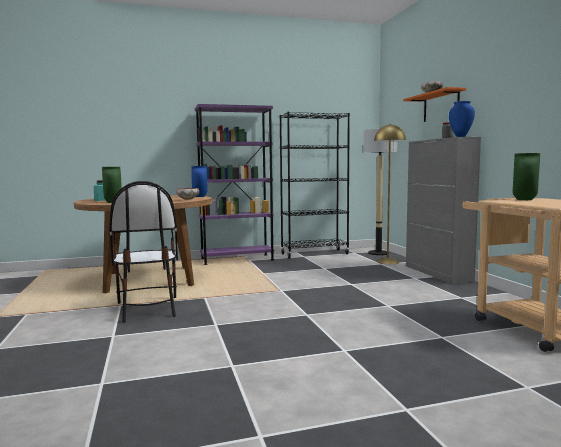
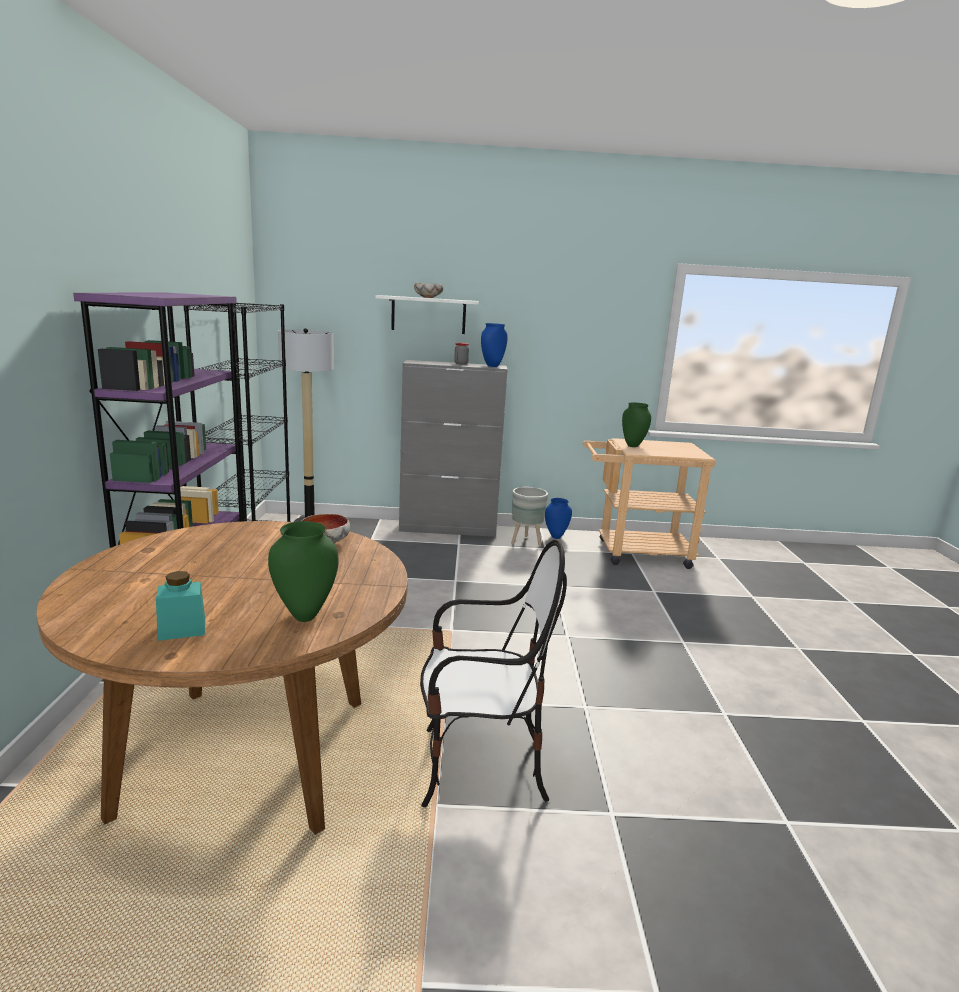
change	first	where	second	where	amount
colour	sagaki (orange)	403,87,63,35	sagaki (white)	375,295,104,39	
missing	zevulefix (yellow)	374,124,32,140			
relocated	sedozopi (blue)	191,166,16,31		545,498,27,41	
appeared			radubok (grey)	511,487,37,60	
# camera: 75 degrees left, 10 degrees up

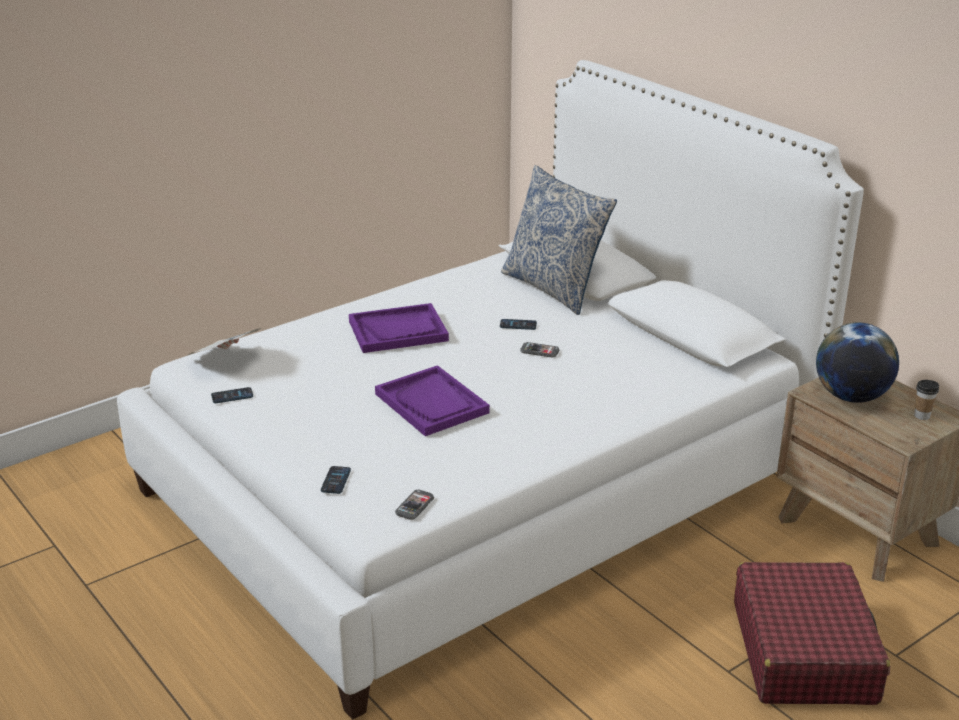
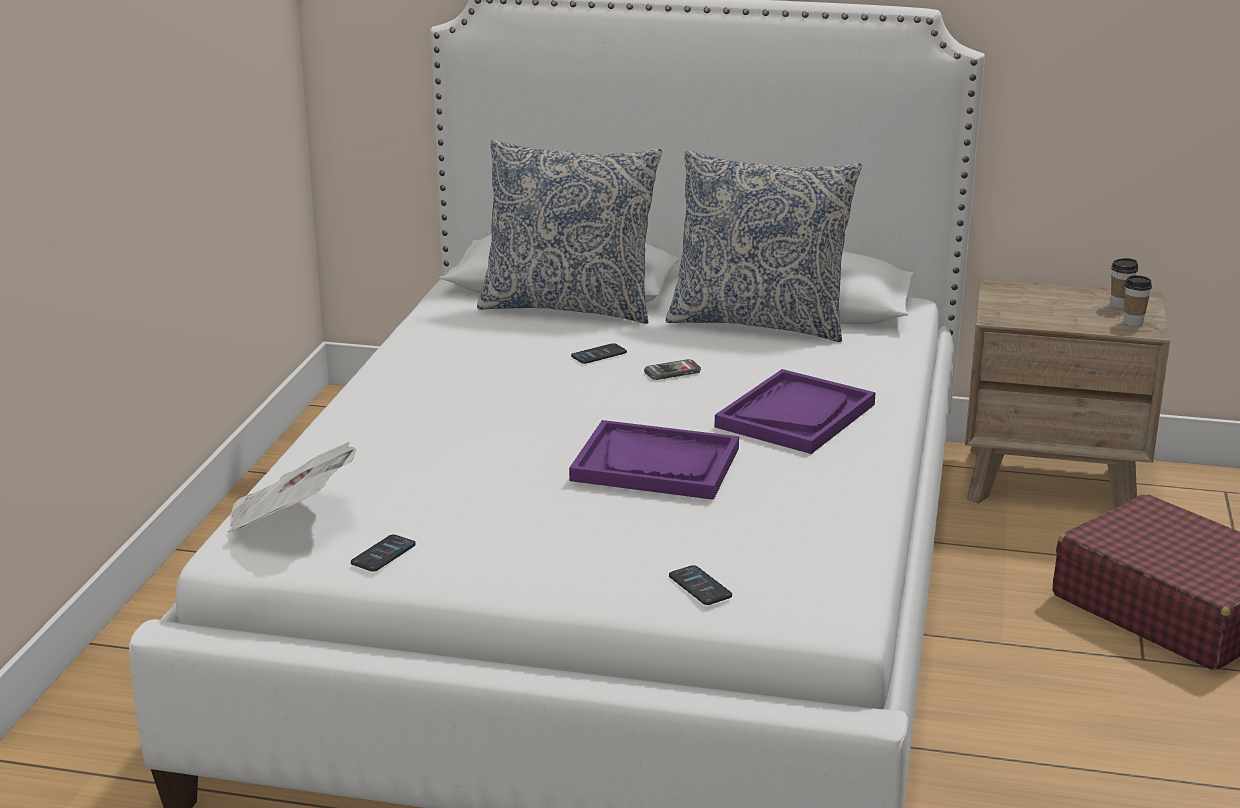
change	first	where	second	where	amount
relocated	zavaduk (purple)	349,303,100,50		715,369,161,85	
missing	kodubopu	816,322,83,81			
missing	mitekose	395,490,39,30			
appeared			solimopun	666,151,196,191	
appeared			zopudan	1124,275,28,51	
# camera: 40 degrees left, 5 degrees down

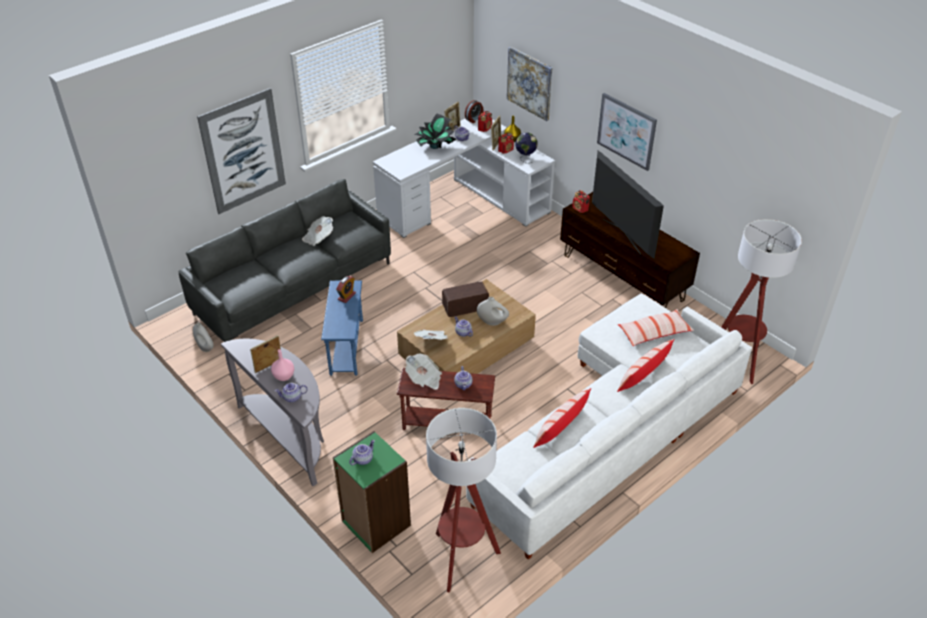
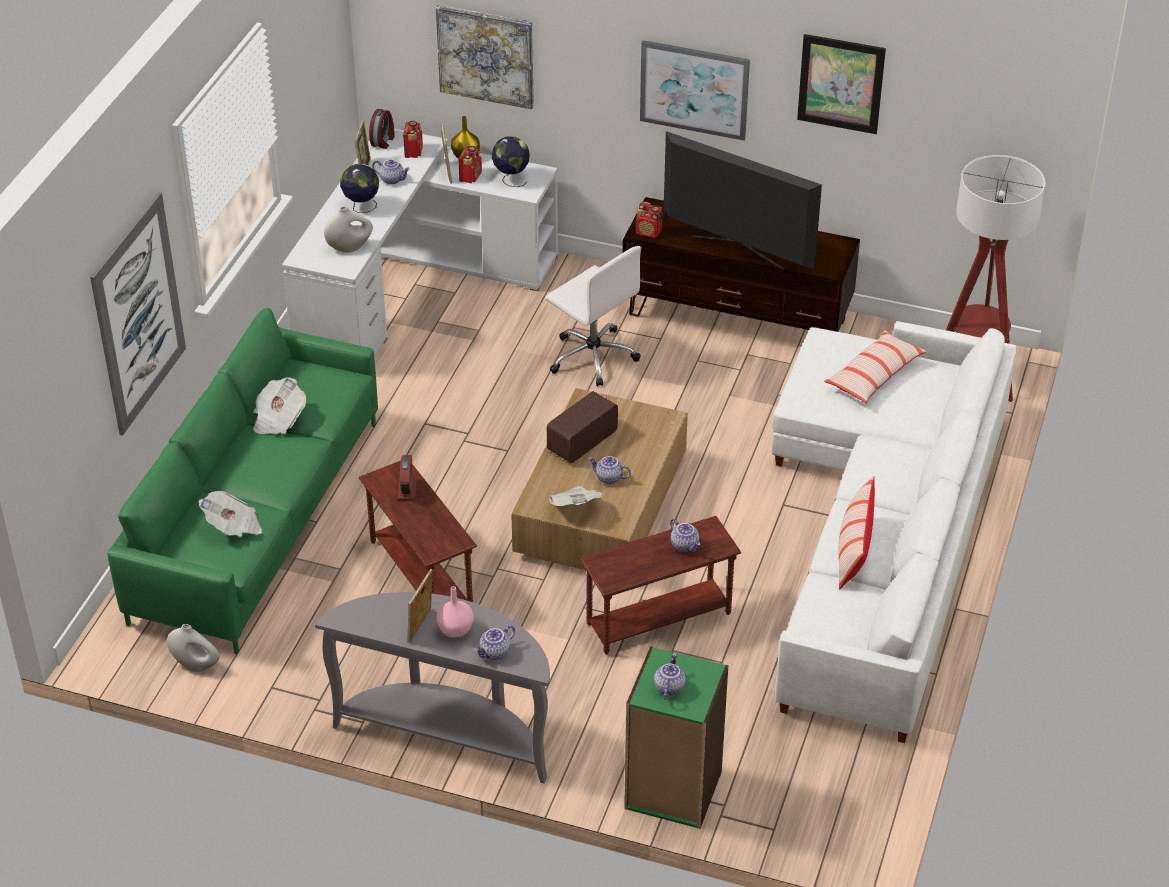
change	first	where	second	where	amount
exchanged	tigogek	415,113,41,36	kodubopu	340,164,39,49	
colour	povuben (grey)	179,179,212,163	povuben (green)	107,308,271,346	
colour	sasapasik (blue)	321,280,42,96	sasapasik (brown)	359,461,118,141	
relocated	sedozopi (white)	477,297,32,29		324,206,49,47	
missing	solimopun	617,339,57,53			
relocated	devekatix	405,354,37,36		199,491,63,46	
missing	zevulefix	426,408,75,184			
appeared			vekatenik	797,34,89,100	
appeared			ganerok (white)	545,246,97,141	
# camera: 30 degrees left, 0 degrees up

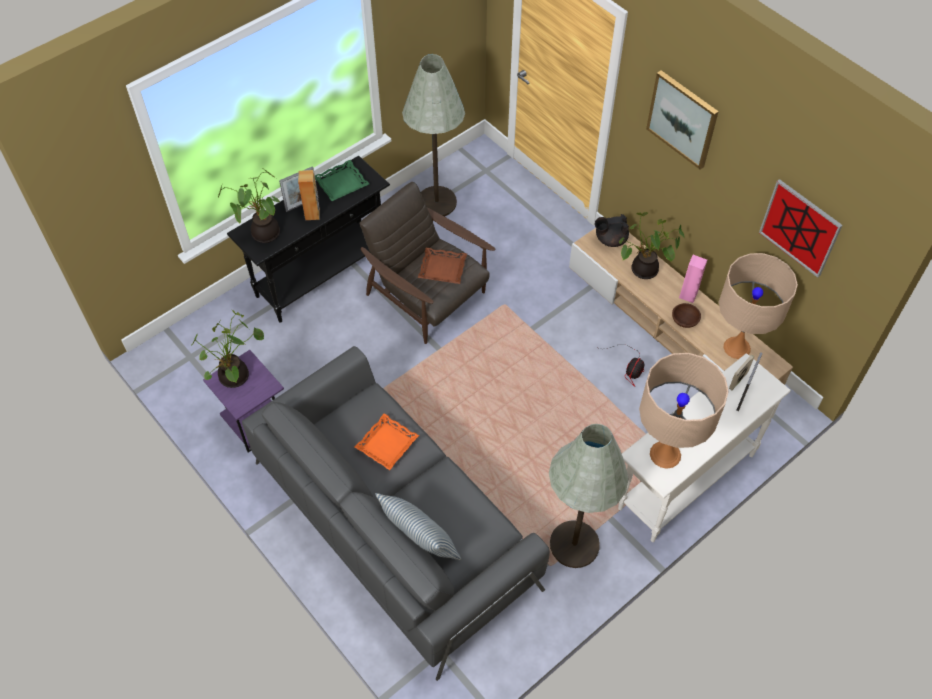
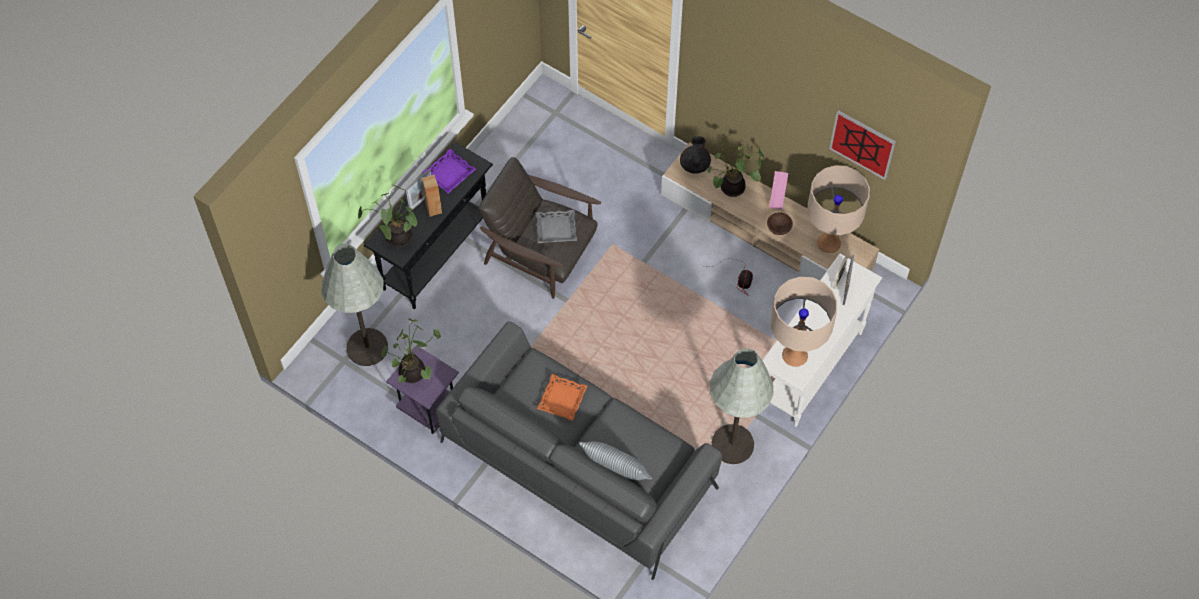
change	first	where	second	where	amount
relocated	zevulefix (grey)	402,54,63,163		321,244,67,122	
missing	vekatenik	646,70,73,100			
colour	zavaduk (green)	315,160,54,41	zavaduk (purple)	423,149,53,45	
spun	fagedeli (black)	595,214,34,33		680,136,31,38	135 degrees clockwise
colour	zavaduk (brown)	418,248,49,36	zavaduk (grey)	536,210,41,33	
# camera: 15 degrees left, 5 degrees up

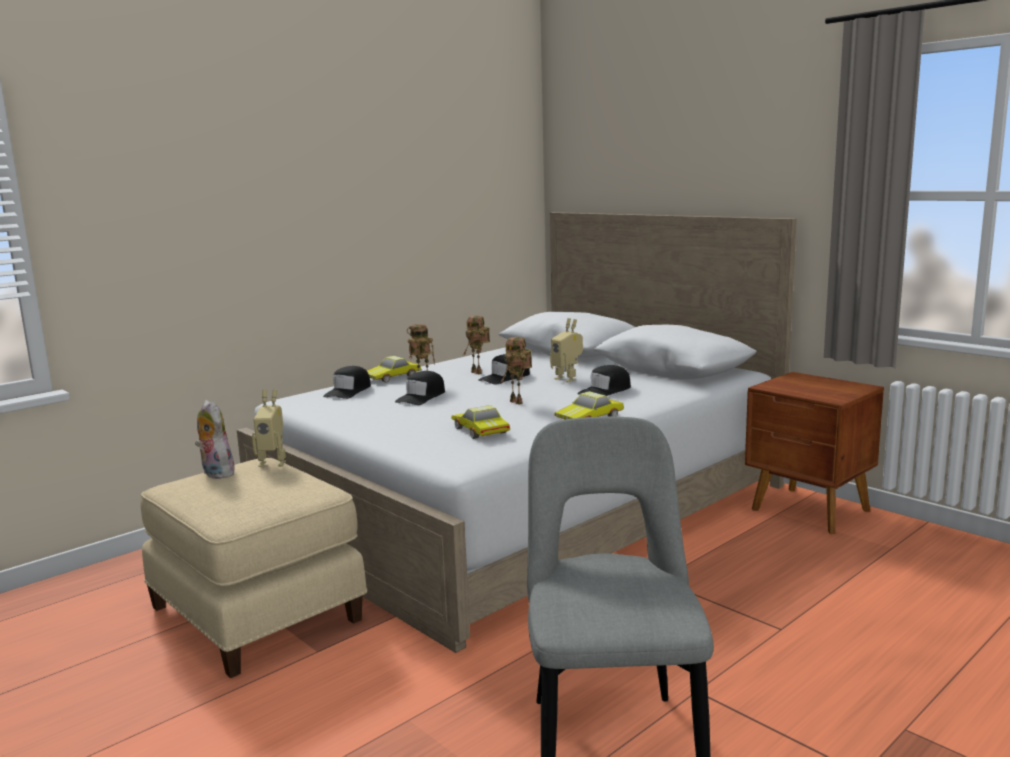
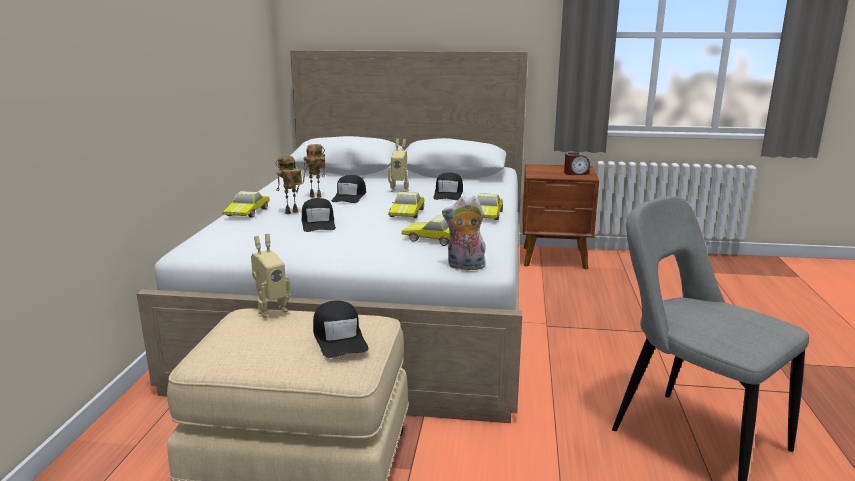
change	first	where	second	where	amount
exchanged	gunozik	501,337,31,67	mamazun	388,192,37,26	
relocated	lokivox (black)	323,366,48,33		313,301,55,57	
relocated	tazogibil	195,400,40,79		442,196,44,76	
appeared			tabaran	564,152,26,23	
# camera: 40 degrees left, 5 degrees up

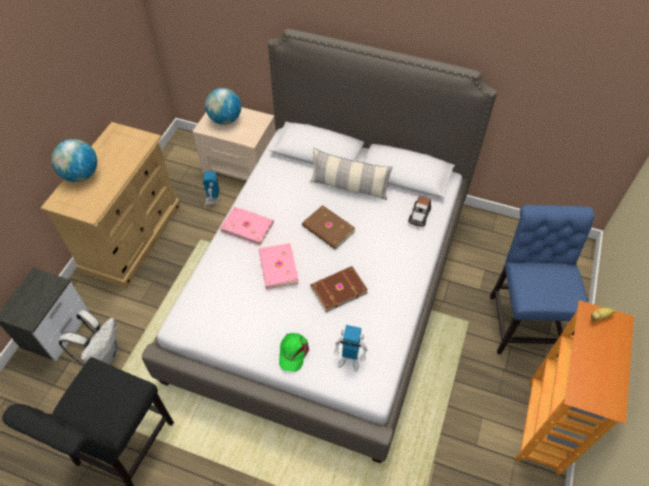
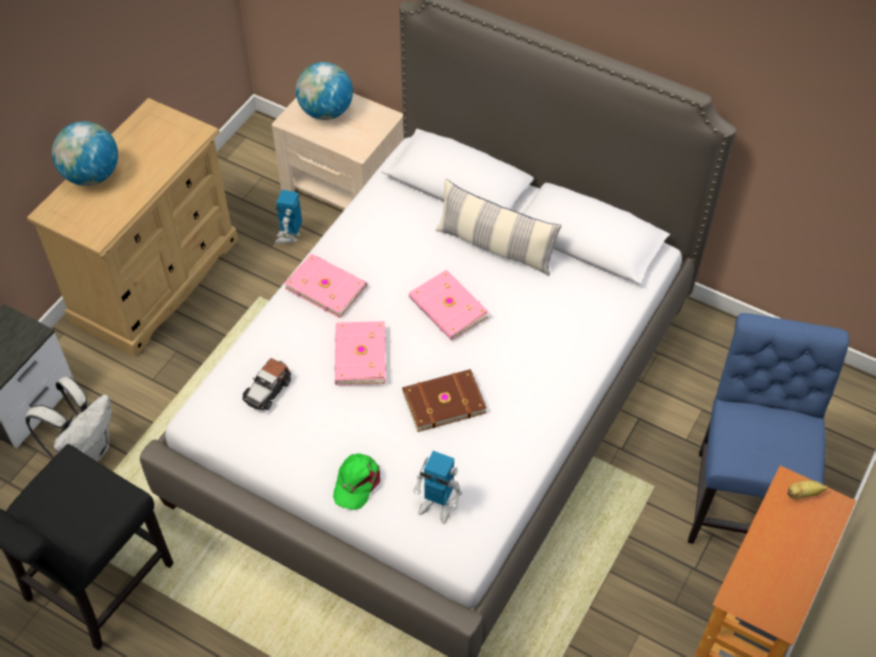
change	first	where	second	where	amount
relocated	mamazun	408,196,24,30		242,358,49,52	
colour	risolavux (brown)	302,205,53,44	risolavux (pink)	409,270,80,71	
# camera: 10 degrees right, 0 degrees up

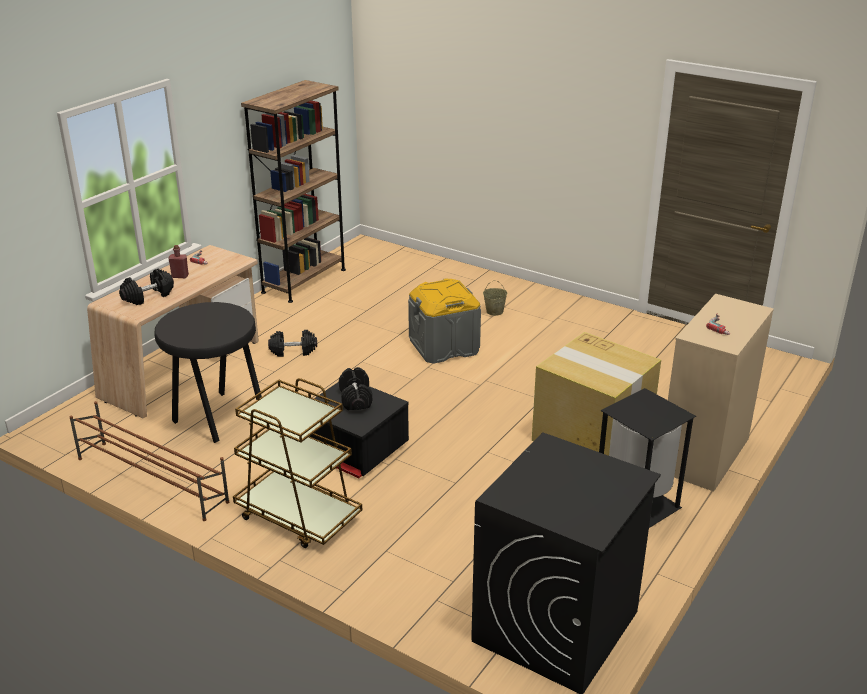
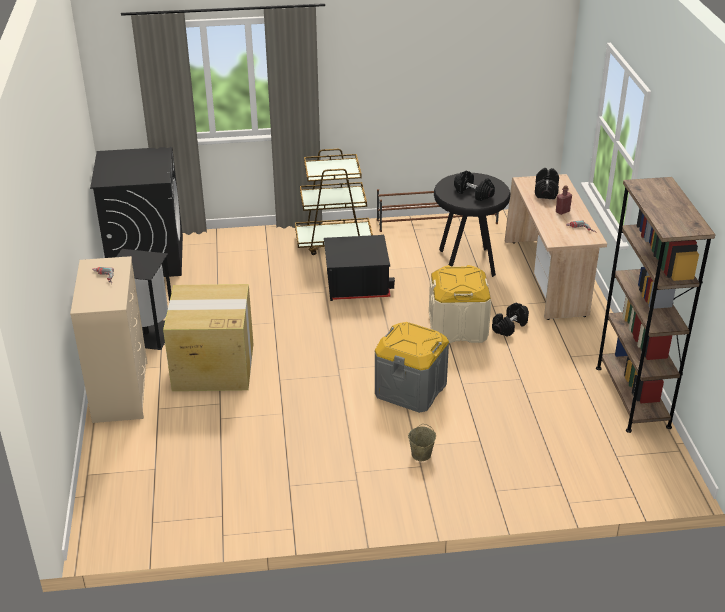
change	first	where	second	where	amount
relocated	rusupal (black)	339,367,33,43		454,171,41,30	
appeared			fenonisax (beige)	429,265,62,78	
# camera: 140 degrees right, 5 degrees up

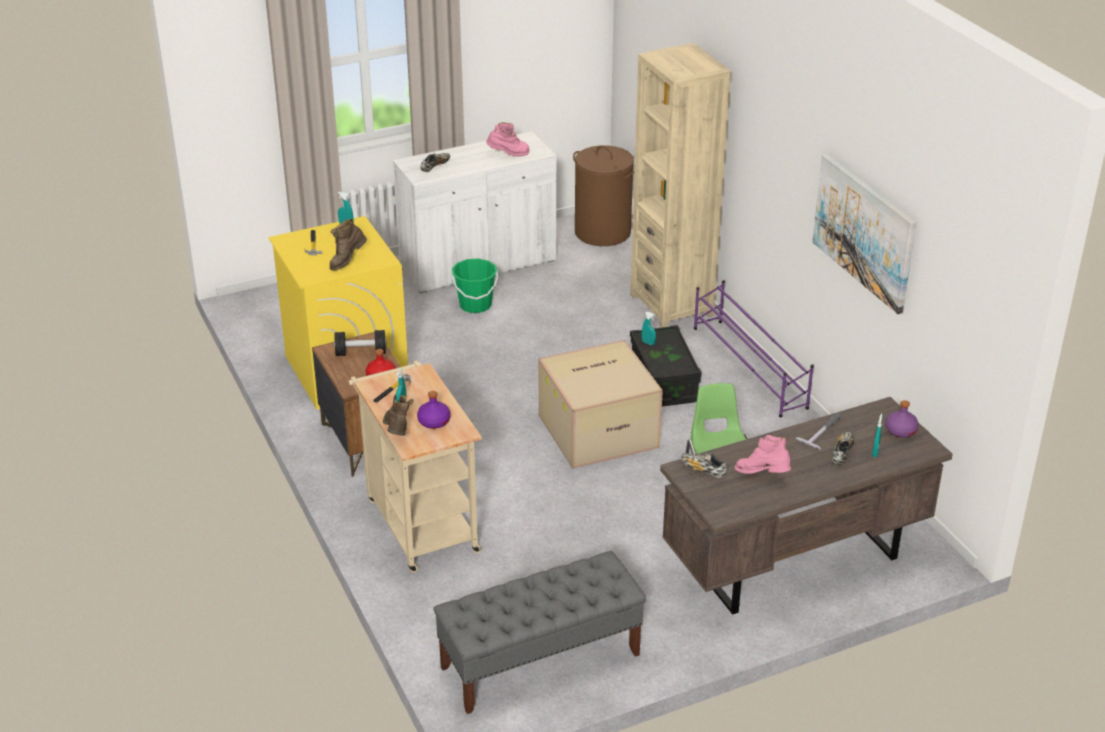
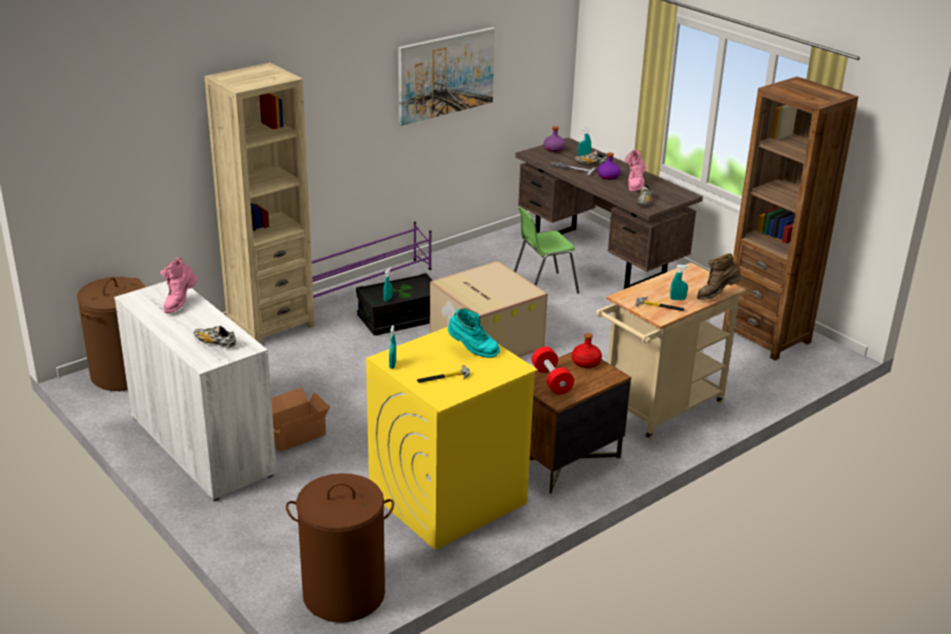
change	first	where	second	where	amount
spun	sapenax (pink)	486,122,44,35		160,258,38,55	135 degrees counterclockwise
colour	sapenax (brown)	329,219,38,51	sapenax (turquoise)	448,308,52,50	
exchanged	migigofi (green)	451,258,47,55	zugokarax	271,387,59,65	
colour	rusupal (black)	334,330,53,26	rusupal (red)	532,347,42,47	
relocated	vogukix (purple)	417,391,33,38		597,152,24,28	
exchanged	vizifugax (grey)	434,551,212,163	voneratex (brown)	722,77,136,284	
appeared			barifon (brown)	286,473,108,150	
# camera: 105 degrees left, 5 degrees down

